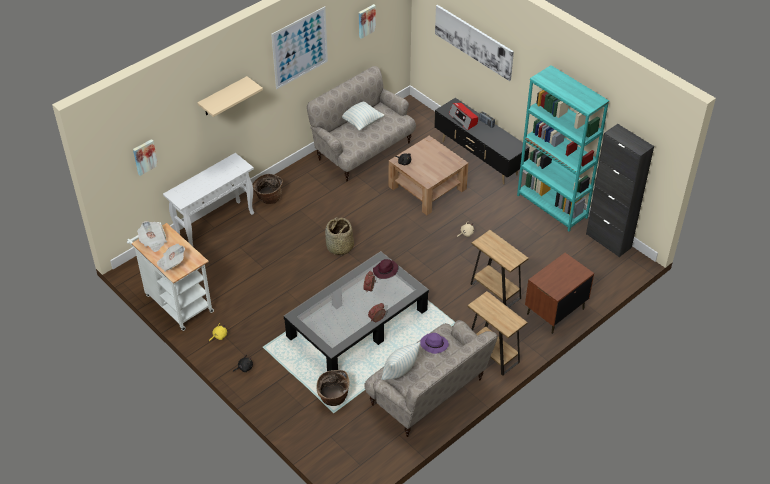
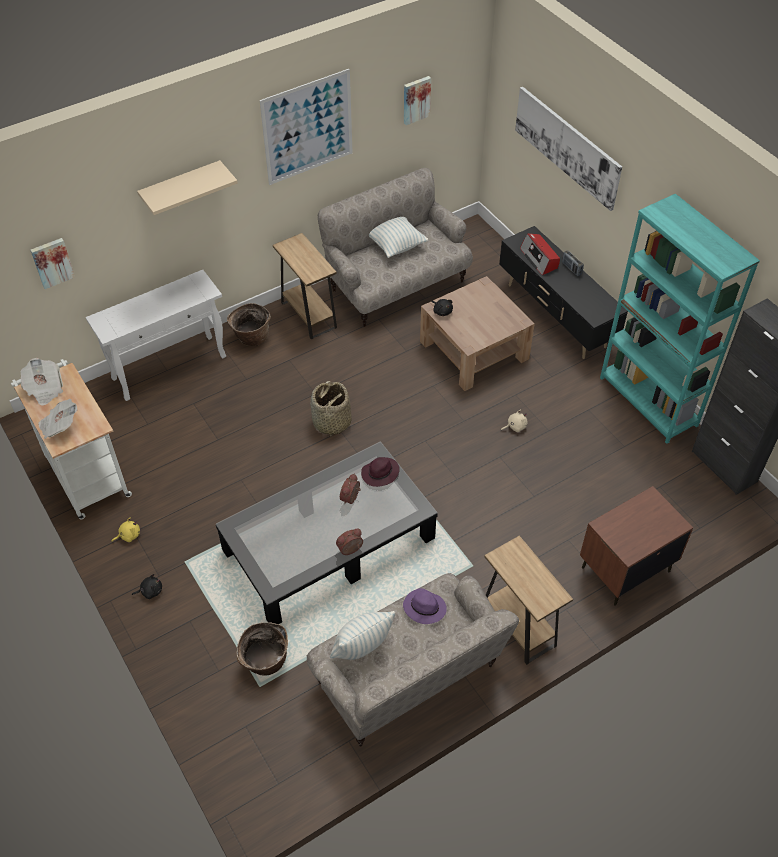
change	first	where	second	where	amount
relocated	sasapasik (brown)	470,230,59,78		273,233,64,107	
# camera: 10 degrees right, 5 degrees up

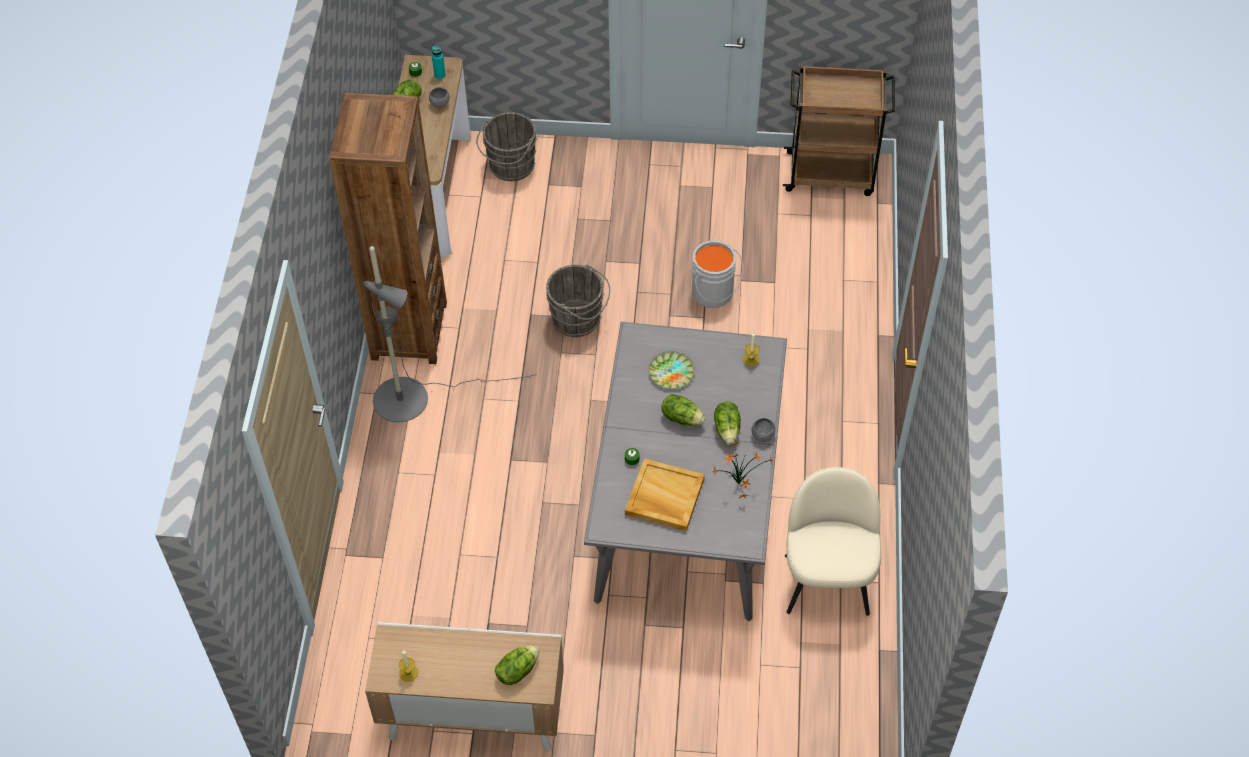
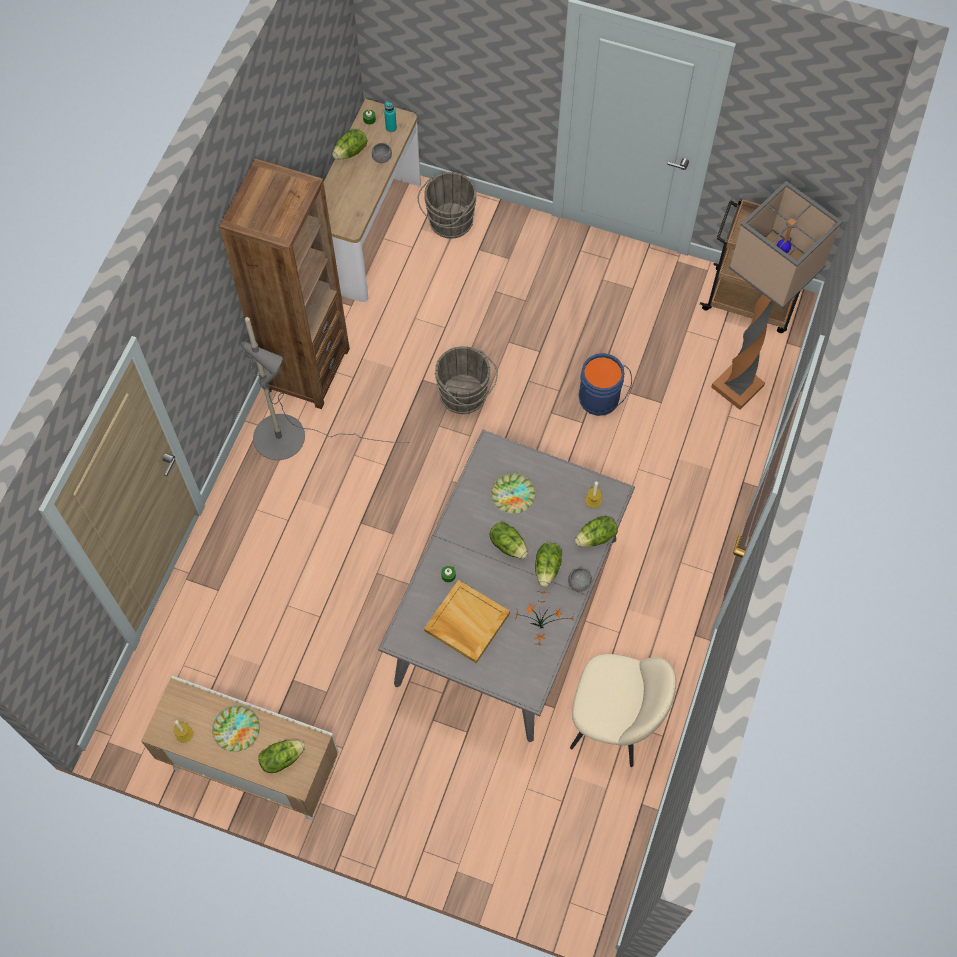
change	first	where	second	where	amount
colour	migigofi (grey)	692,240,51,68	migigofi (blue)	579,353,53,63	
spun	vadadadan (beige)	785,467,96,149		570,654,106,113	90 degrees clockwise
appeared			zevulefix	711,181,131,229	
appeared			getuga	575,516,43,31	
appeared			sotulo	212,705,48,47	
# camera: 15 degrees right, 10 degrees up

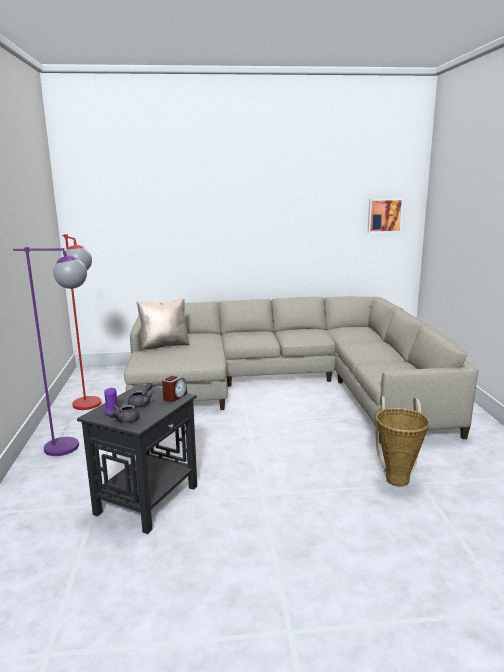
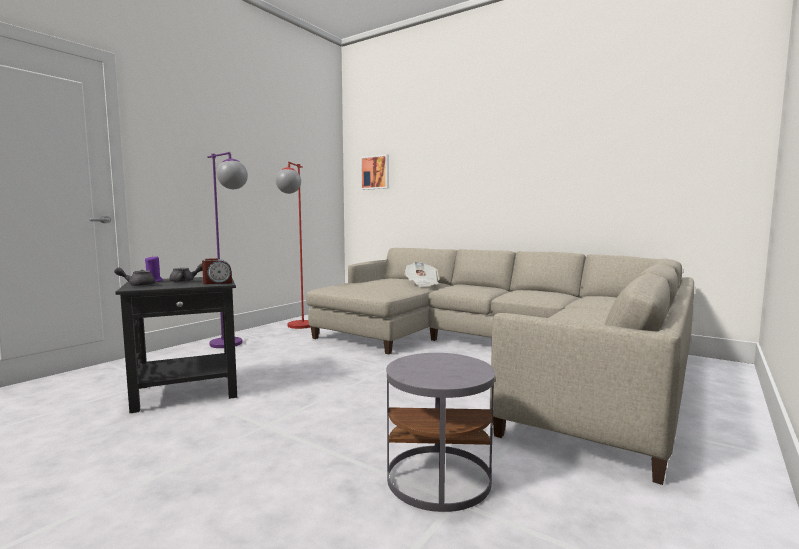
change	first	where	second	where	amount
relocated	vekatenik	367,198,36,35		360,154,29,36	
missing	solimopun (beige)	137,298,53,52			
exchanged	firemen	376,396,54,90	sasapasik (grey)	386,353,109,159	
appeared			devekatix	404,262,35,25	
# camera: 40 degrees right, 10 degrees down

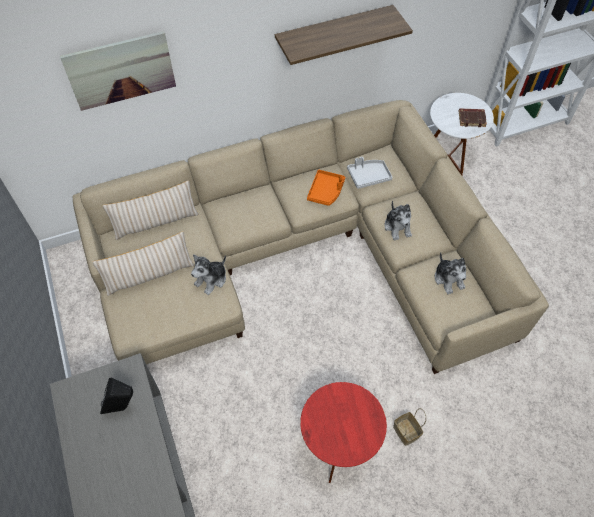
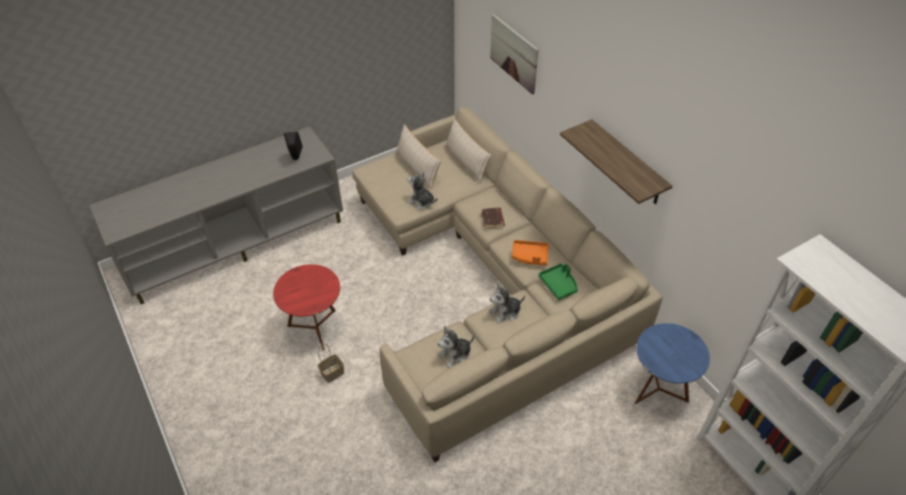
change	first	where	second	where	amount
colour	sasapasik (white)	430,93,64,83	sasapasik (blue)	635,323,75,81	
relocated	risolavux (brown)	459,109,28,18		481,207,24,22	
colour	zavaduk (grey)	347,157,46,32	zavaduk (green)	538,263,40,37	
# camera: 80 degrees right, 10 degrees down

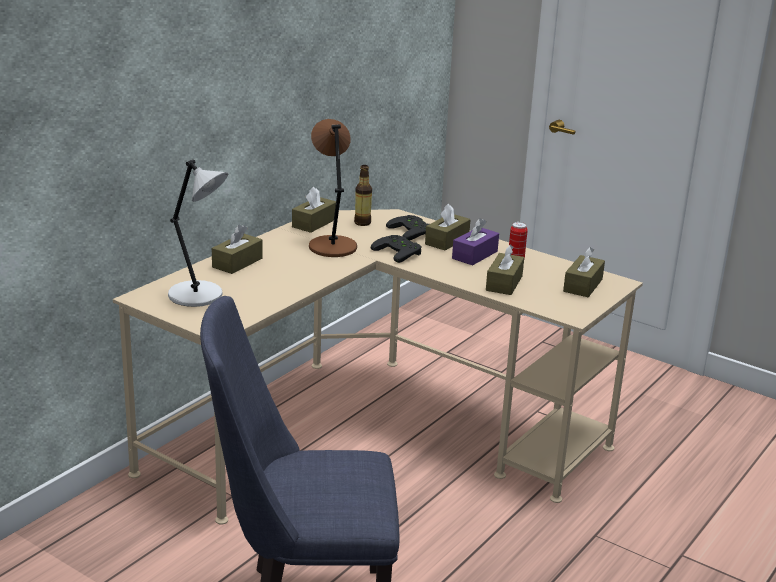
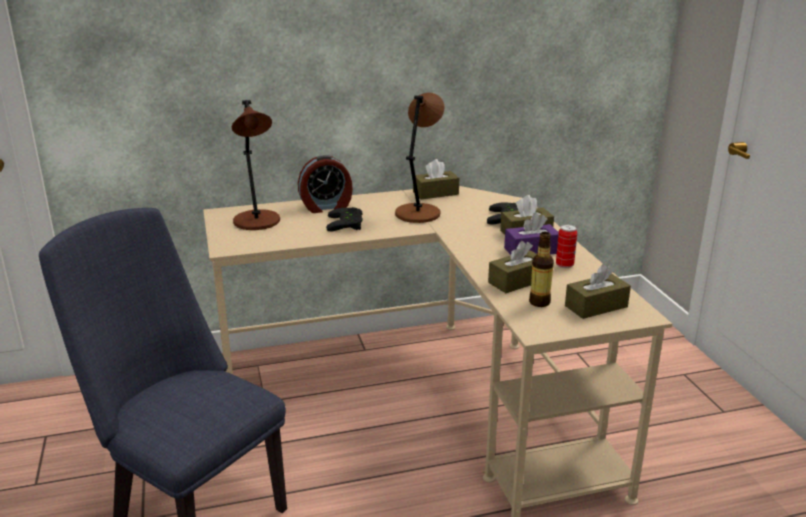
change	first	where	second	where	amount
colour	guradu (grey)	168,159,60,148	guradu (brown)	232,100,48,130	
relocated	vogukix	354,165,18,61		529,232,25,75	
exchanged	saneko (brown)	212,225,51,49	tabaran	298,155,55,58	
relocated	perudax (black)	370,235,52,28		326,207,37,25	
# camera: 40 degrees right, 0 degrees up

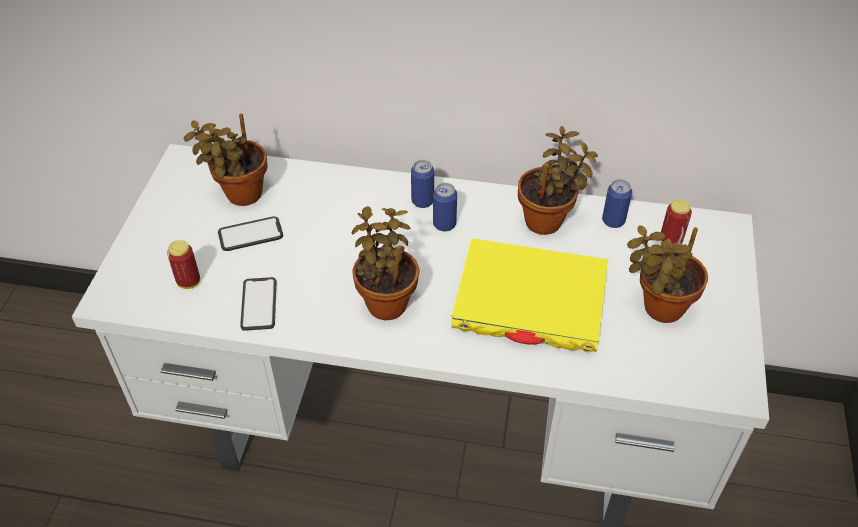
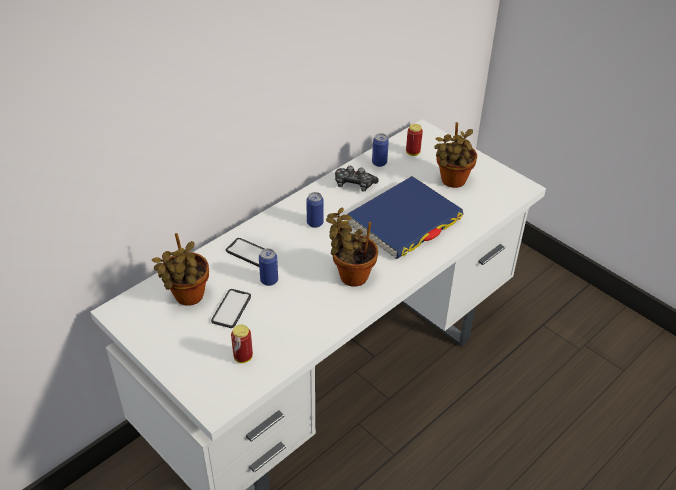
change	first	where	second	where	amount
exchanged	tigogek	518,126,80,109	perudax	335,166,44,25	
relocated	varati	411,160,23,48		259,248,19,38	
colour	risolavux (yellow)	451,238,157,114	risolavux (blue)	347,176,117,83	
relocated	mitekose	240,277,36,54		226,238,38,29	
# camera: 55 degrees left, 5 degrees down

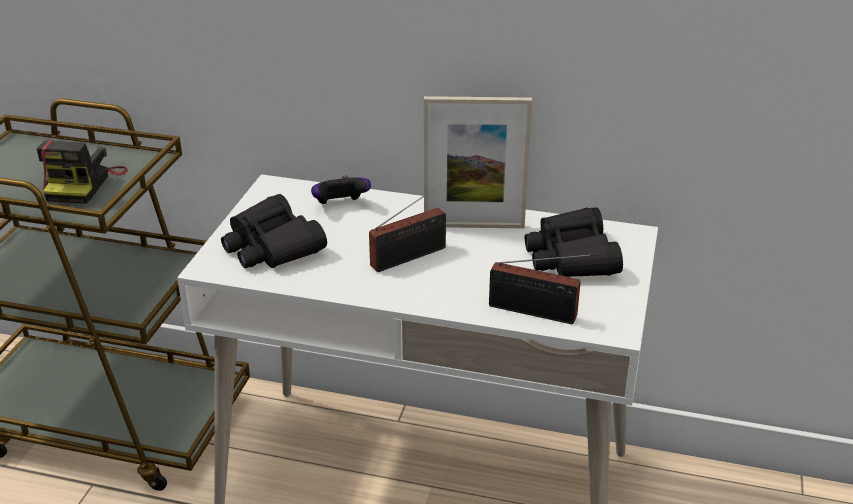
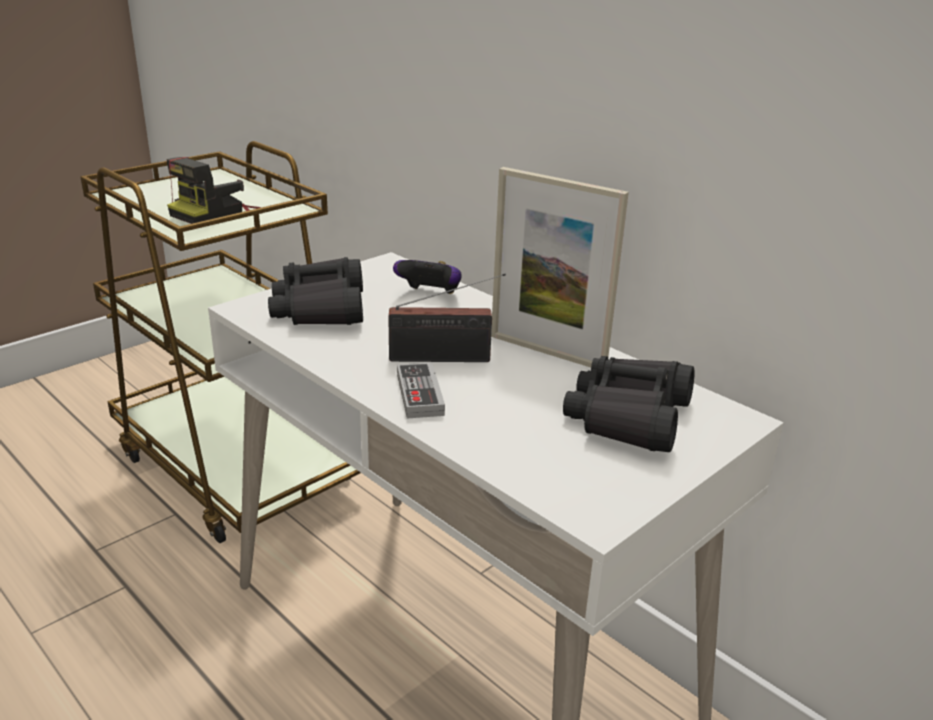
change	first	where	second	where	amount
missing	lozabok	489,254,105,70			
appeared			perudax	397,363,48,55	
# camera: 30 degrees right, 5 degrees down

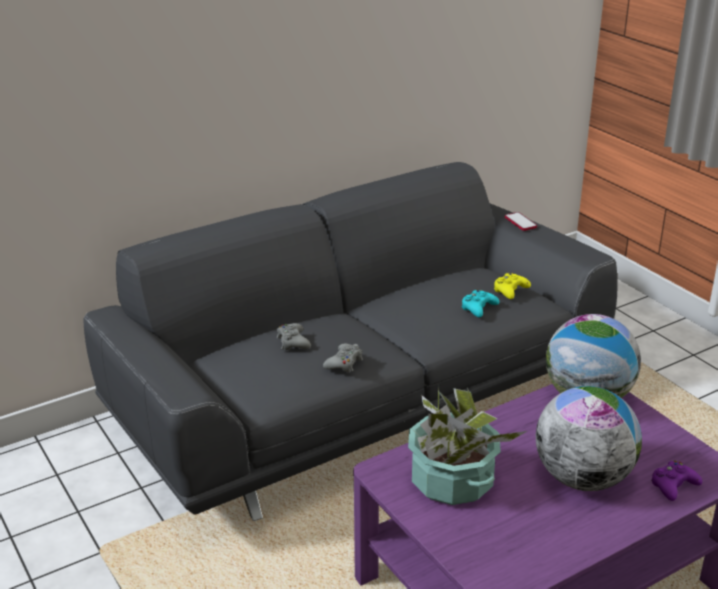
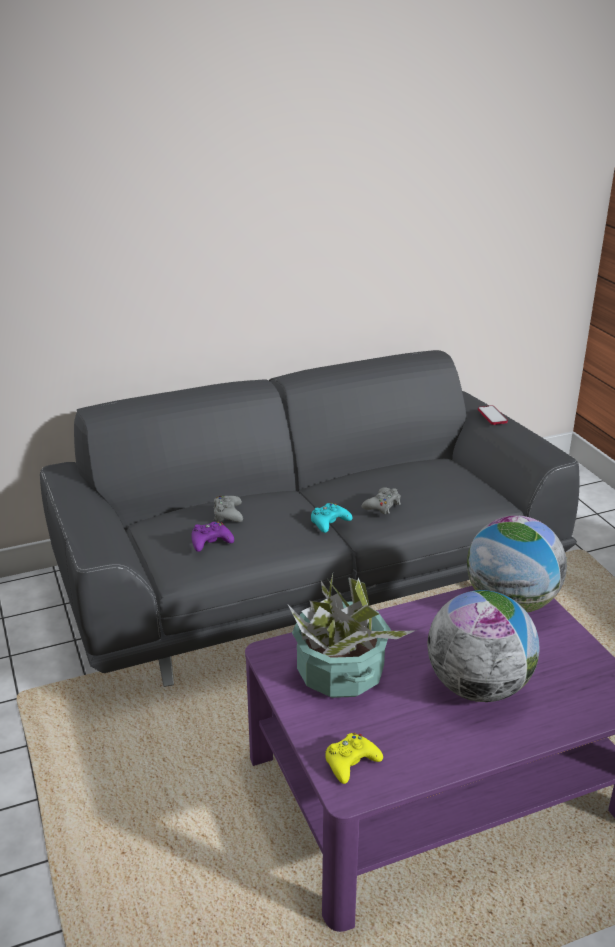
change	first	where	second	where	amount
relocated	perudax (yellow)	494,273,37,26		325,733,58,51	
relocated	perudax (turquoise)	462,289,37,29		311,502,41,31	
relocated	perudax (grey)	323,343,40,29		362,488,39,26	
relocated	perudax (purple)	651,461,51,40		191,521,43,31	
# camera: 10 degrees right, 0 degrees up

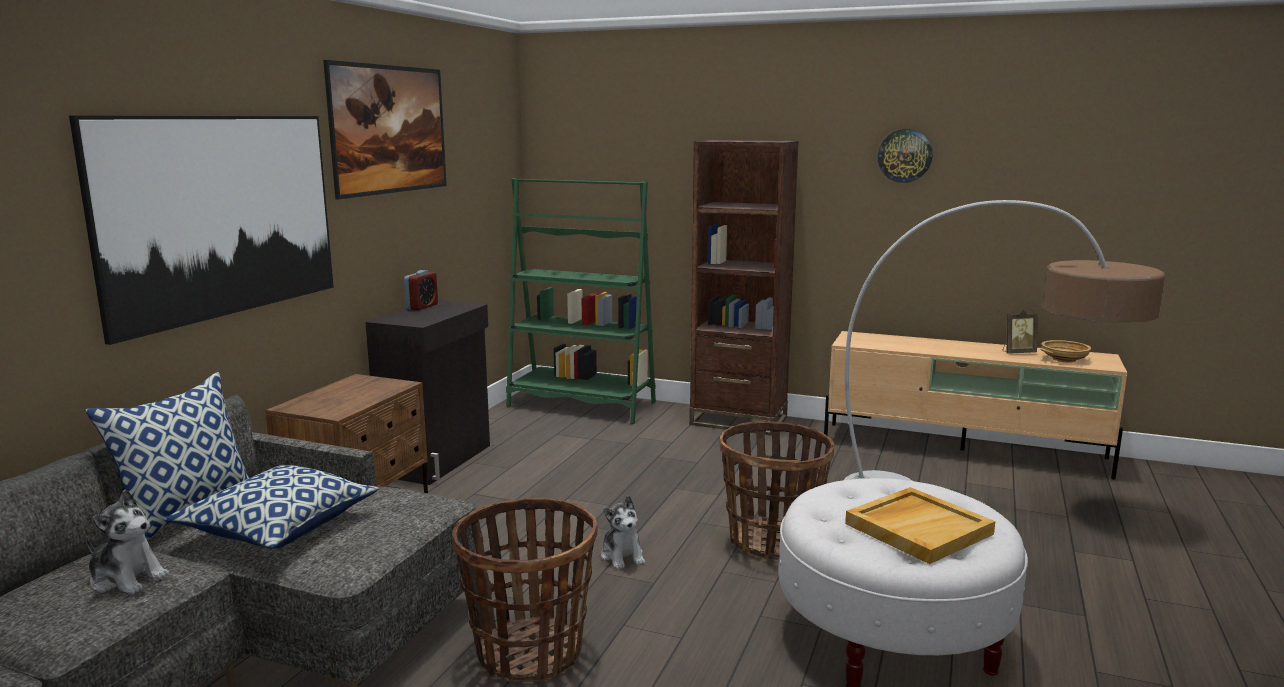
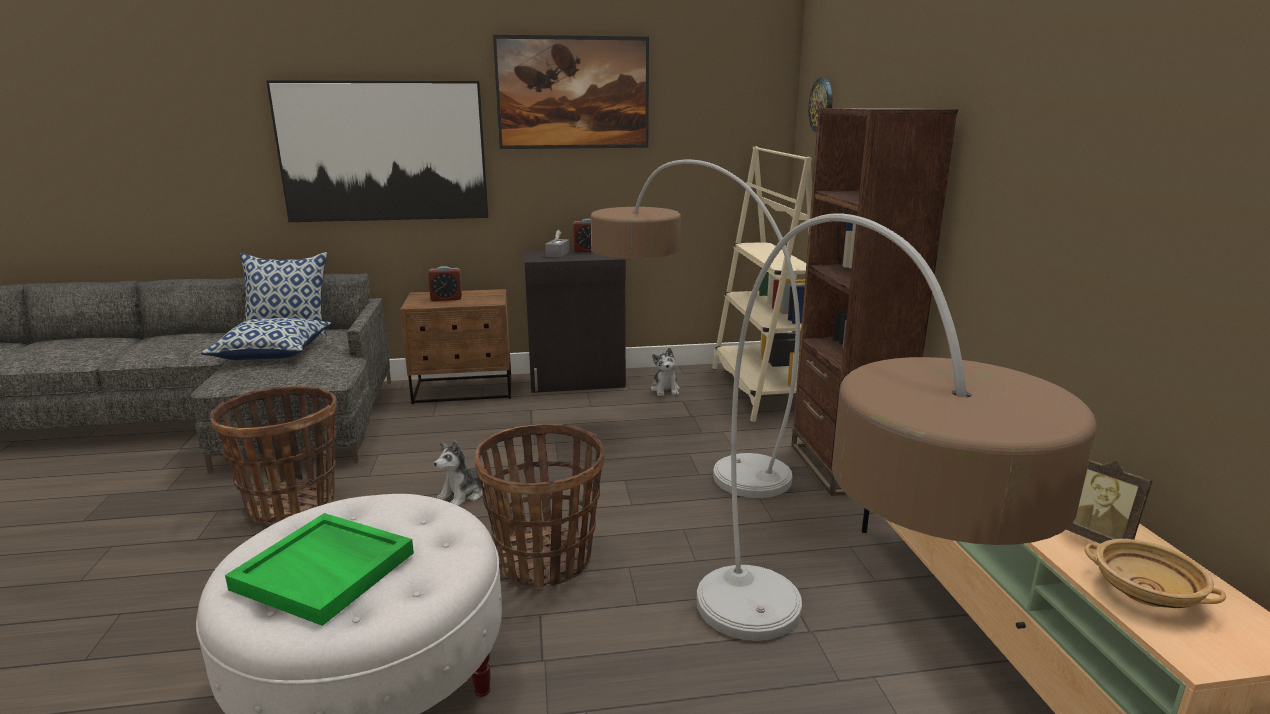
change	first	where	second	where	amount
relocated	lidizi	878,129,55,54		808,78,24,54	
colour	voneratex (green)	506,178,150,246	voneratex (beige)	712,146,100,276	
colour	zavaduk (beige)	845,487,150,77	zavaduk (green)	225,513,189,113	
relocated	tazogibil	86,490,83,105		651,347,29,49	
appeared			zevulefix	591,160,209,338	
appeared			saneko (grey)	545,229,25,29	
appeared			tabaran	428,266,34,35	
# camera: 60 degrees right, 5 degrees up

